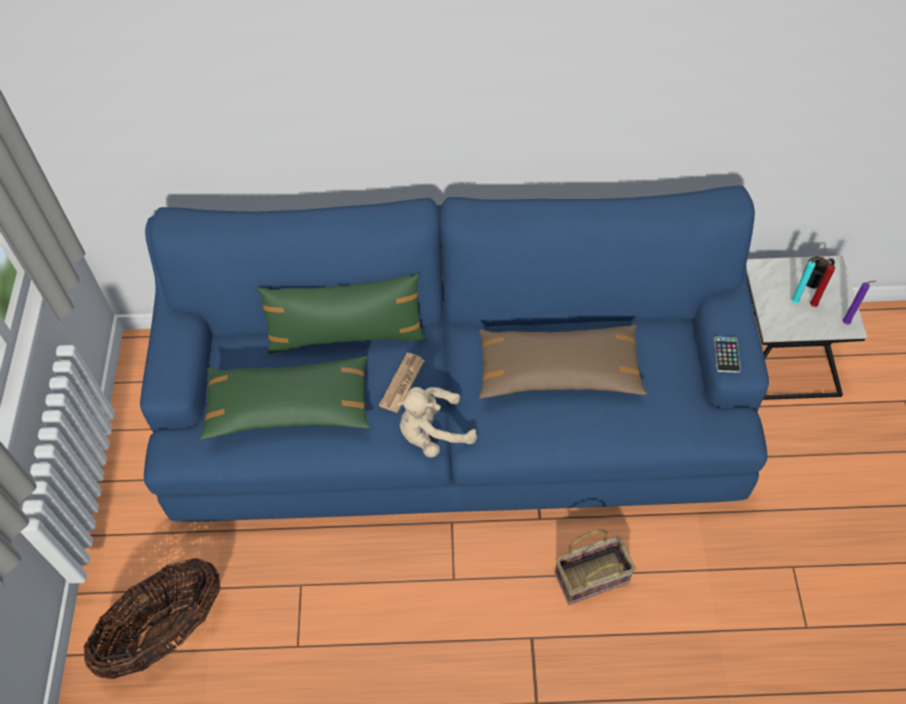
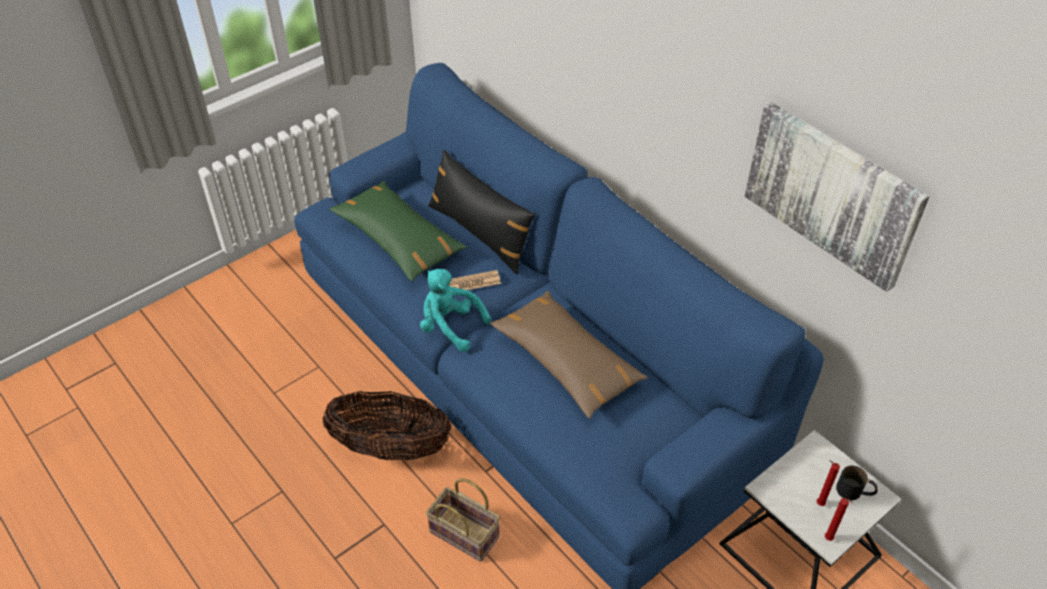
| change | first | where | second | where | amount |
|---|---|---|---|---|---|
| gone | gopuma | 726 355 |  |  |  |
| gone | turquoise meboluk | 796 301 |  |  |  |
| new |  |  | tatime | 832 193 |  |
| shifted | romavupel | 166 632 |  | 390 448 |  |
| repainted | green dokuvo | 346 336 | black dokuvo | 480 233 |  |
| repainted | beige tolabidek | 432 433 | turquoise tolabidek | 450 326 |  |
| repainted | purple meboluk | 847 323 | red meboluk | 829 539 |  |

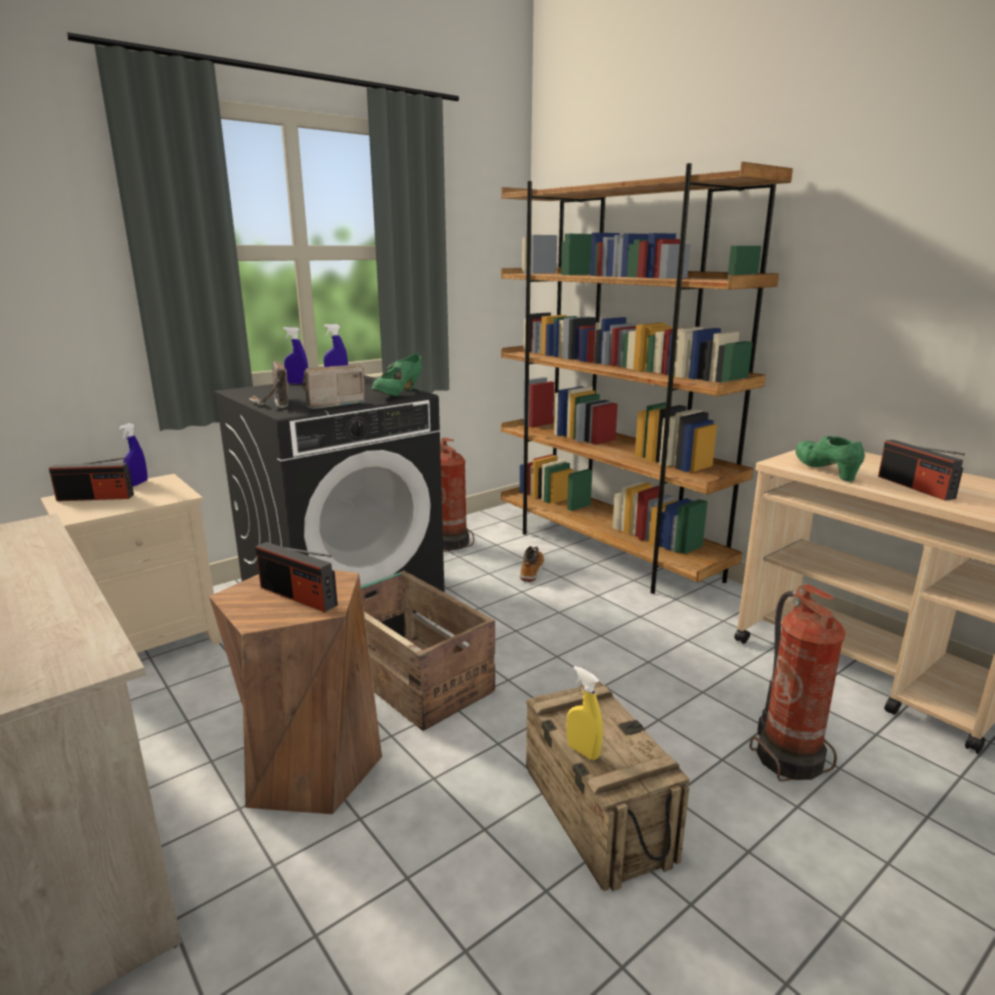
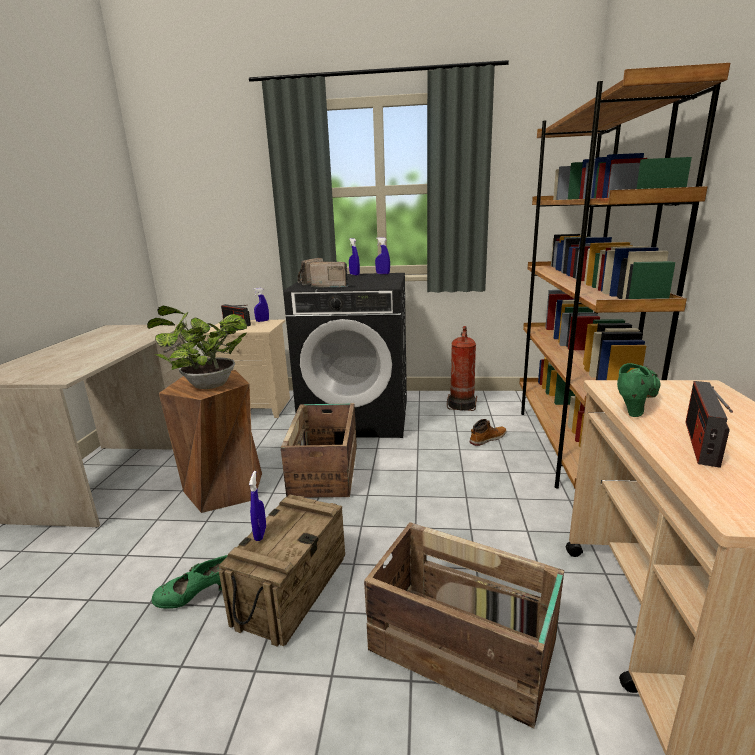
| change | first | where | second | where | amount |
|---|---|---|---|---|---|
| shifted | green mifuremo | 398 394 |  | 197 596 |  |
| swapped | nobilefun | 298 596 | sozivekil | 206 385 |  |
| swapped | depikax | 788 756 | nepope | 464 648 |  |
| repainted | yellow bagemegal | 583 751 | blue bagemegal | 260 534 |  |

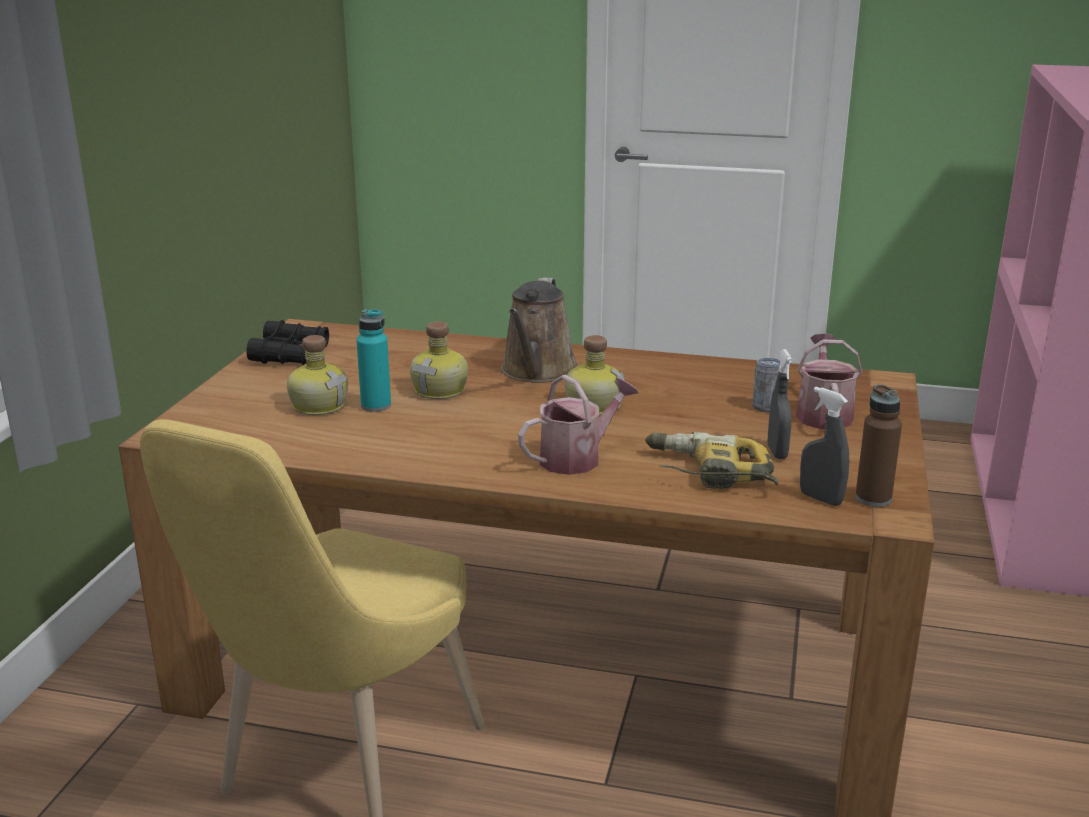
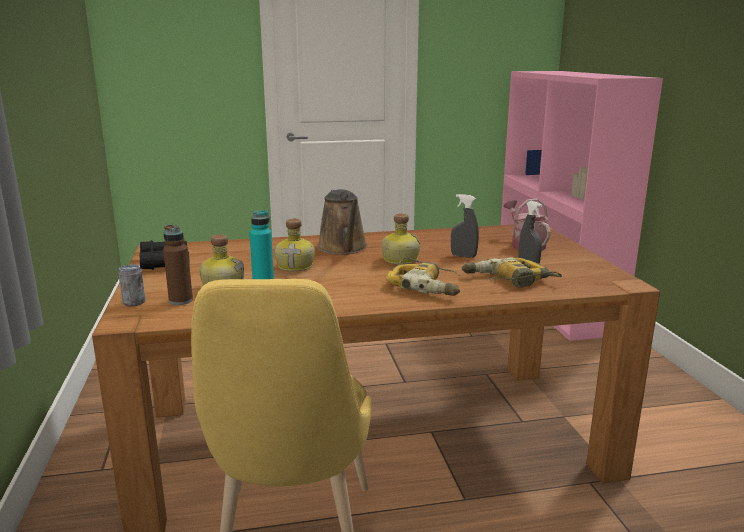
| change | first | where | second | where | amount |
|---|---|---|---|---|---|
| shifted | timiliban | 766 407 |  | 134 303 |  |
| shifted | grey bagemegal | 820 498 |  | 463 256 |  |
| shifted | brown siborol | 873 498 |  | 181 301 |  |
| swapped | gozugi | 577 458 | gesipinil | 426 286 |  |

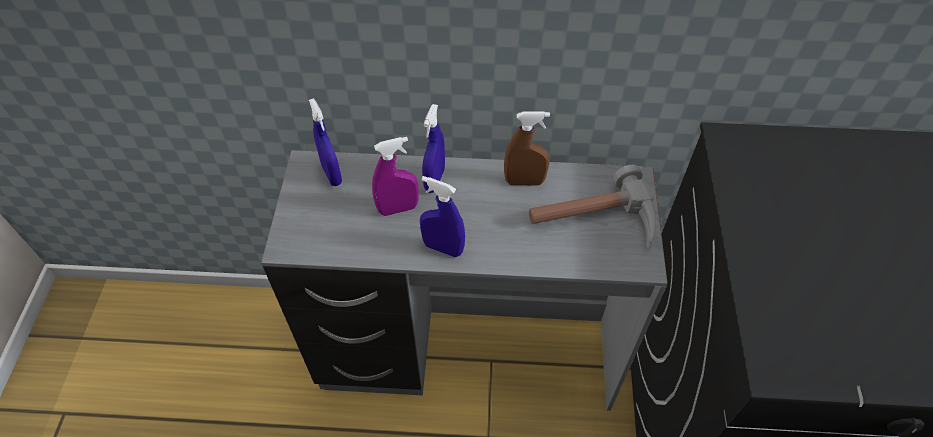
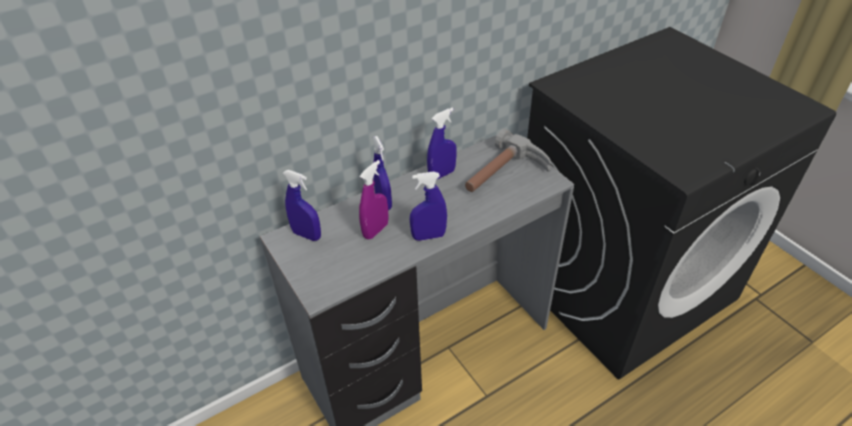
| change | first | where | second | where | amount |
|---|---|---|---|---|---|
| repainted | brown bagemegal | 524 181 | blue bagemegal | 442 174 |  |

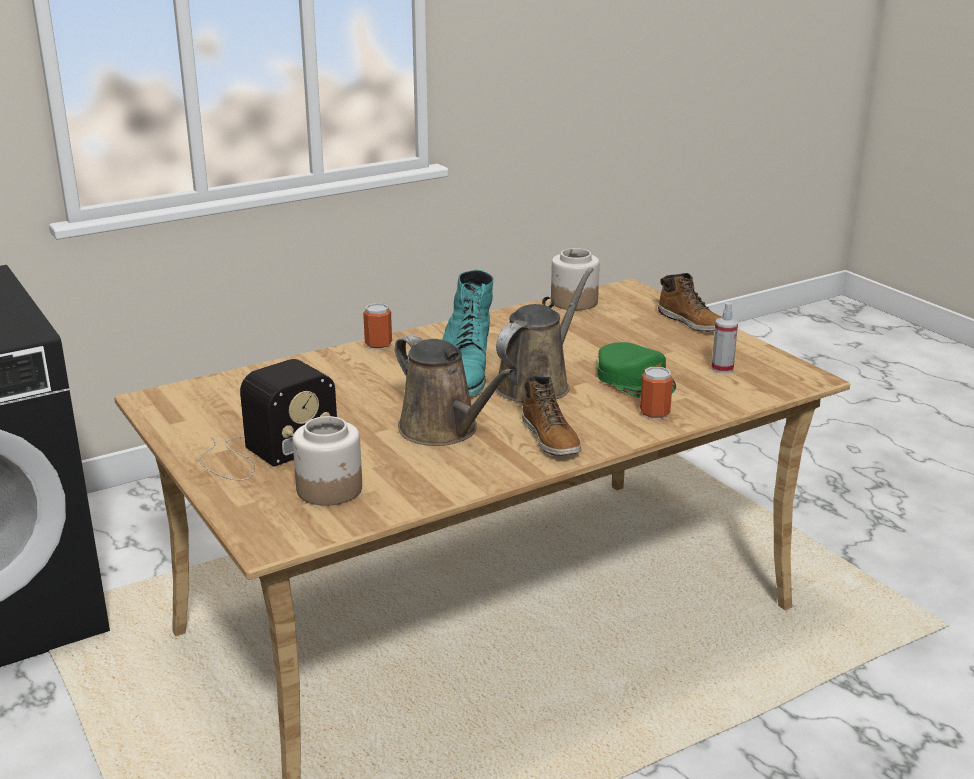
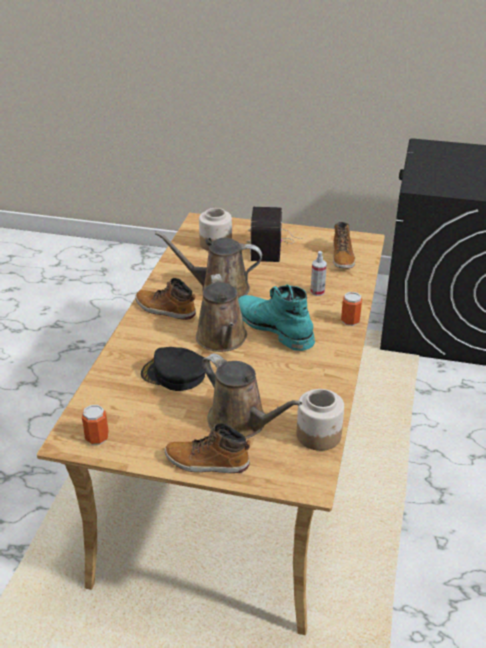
| change | first | where | second | where | amount |
|---|---|---|---|---|---|
| new |  |  | brown gozugi | 241 423 |  |
| new |  |  | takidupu | 343 257 |  |
| shifted | timiliban | 654 413 |  | 97 437 |  |
| shifted | bagemegal | 722 369 |  | 317 292 |  |
| repainted | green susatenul | 635 379 | black susatenul | 174 374 |  |

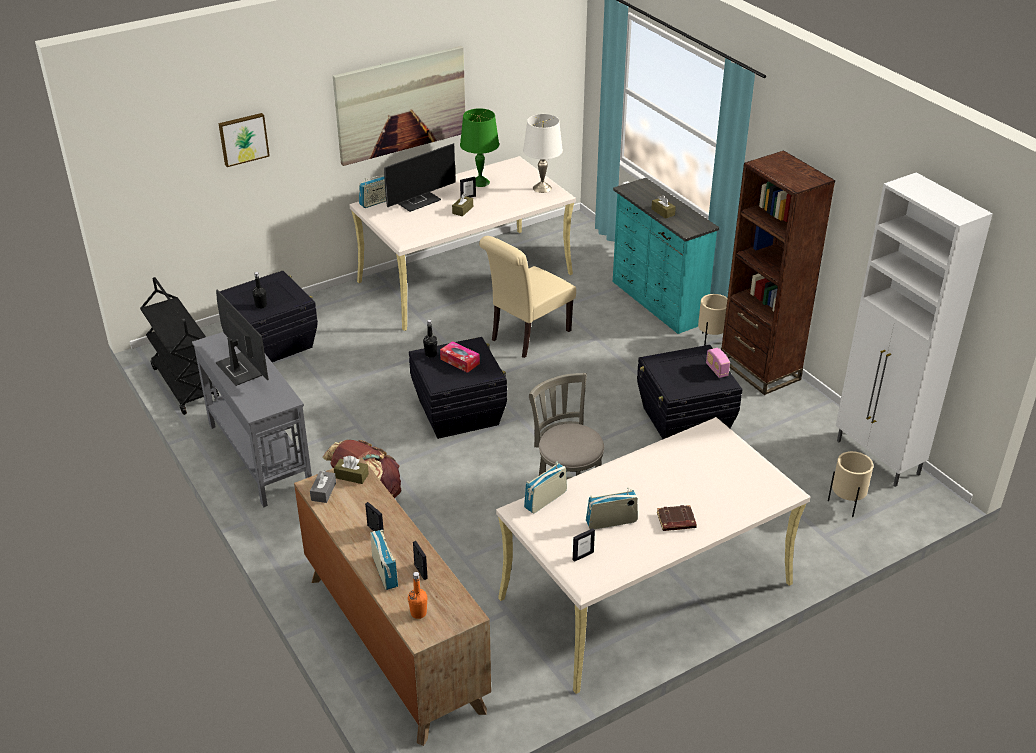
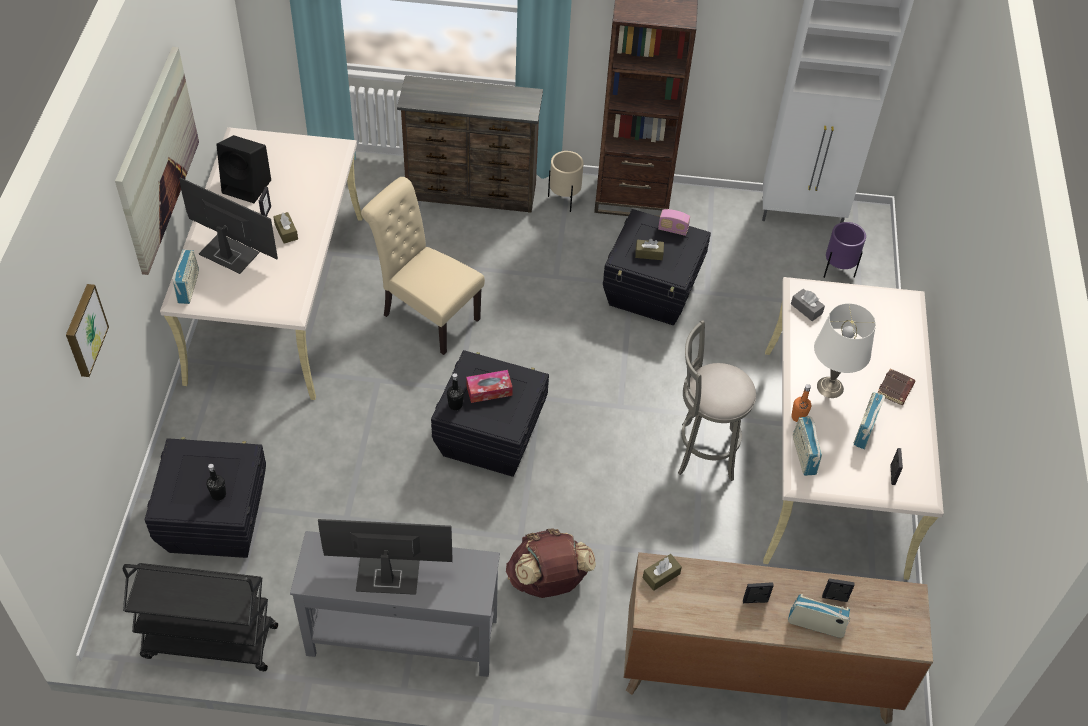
| change | first | where | second | where | amount |
|---|---|---|---|---|---|
| shifted | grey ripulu | 323 491 |  | 806 309 |  |
| shifted | orange siborol | 418 613 |  | 798 417 |  |
| shifted | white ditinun | 542 188 |  | 829 387 |  |
| shifted | brown ripulu | 663 212 |  | 649 253 |  |
| swapped | green ditinun | 480 182 | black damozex | 248 186 |  |
| repainted | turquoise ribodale | 657 302 | brown ribodale | 472 193 |  |
| repainted | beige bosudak | 846 505 | purple bosudak | 837 271 |  |
| rotated | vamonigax | 419 201 |  | 228 254 | 60 degrees counterclockwise |
| rotated | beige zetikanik | 527 337 |  | 426 314 | 135 degrees clockwise |

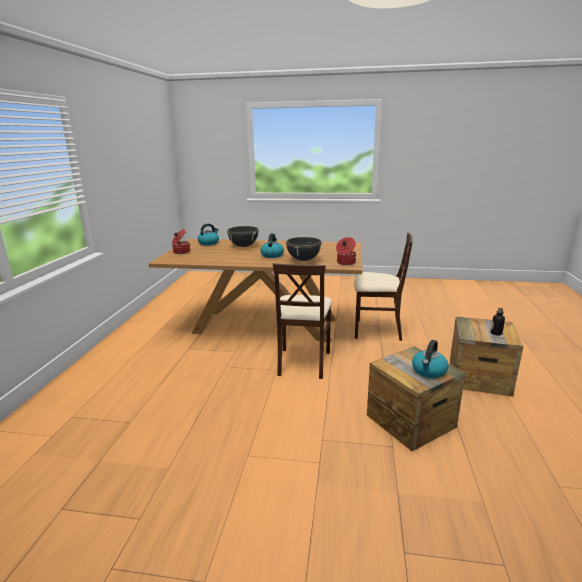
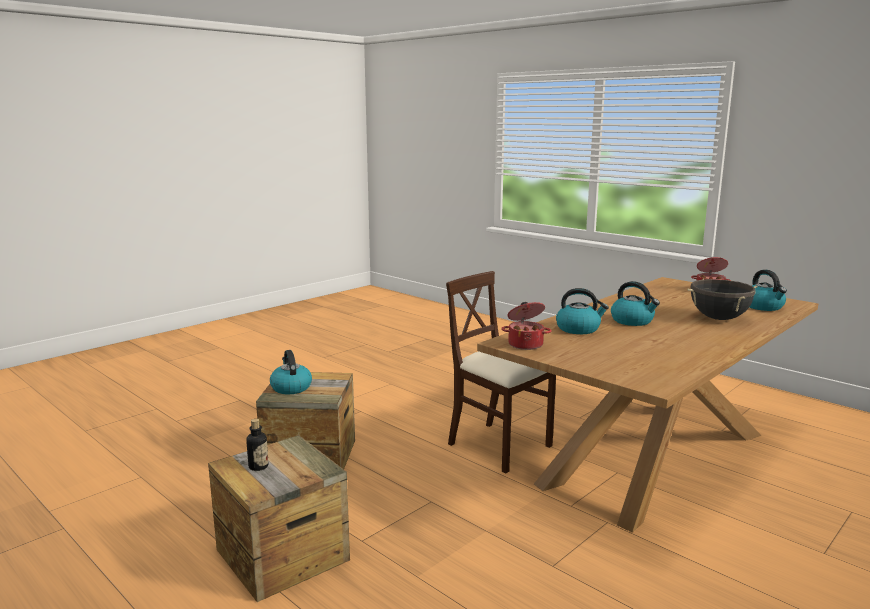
| change | first | where | second | where | amount |
|---|---|---|---|---|---|
| gone | beige zetikanik | 377 330 |  |  |  |
| swapped | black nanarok | 303 260 | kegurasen | 578 329 |  |

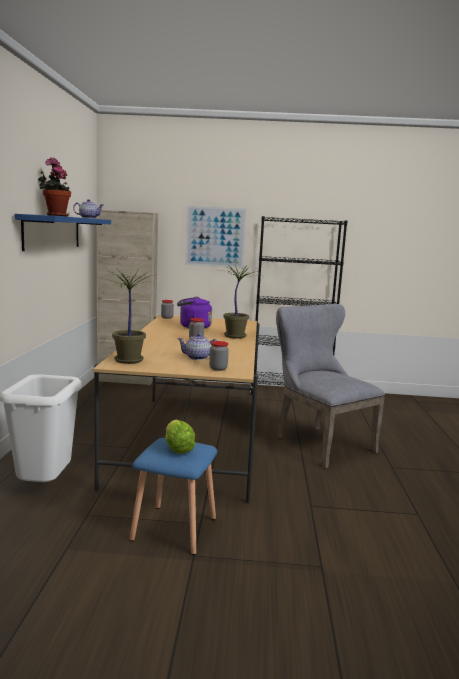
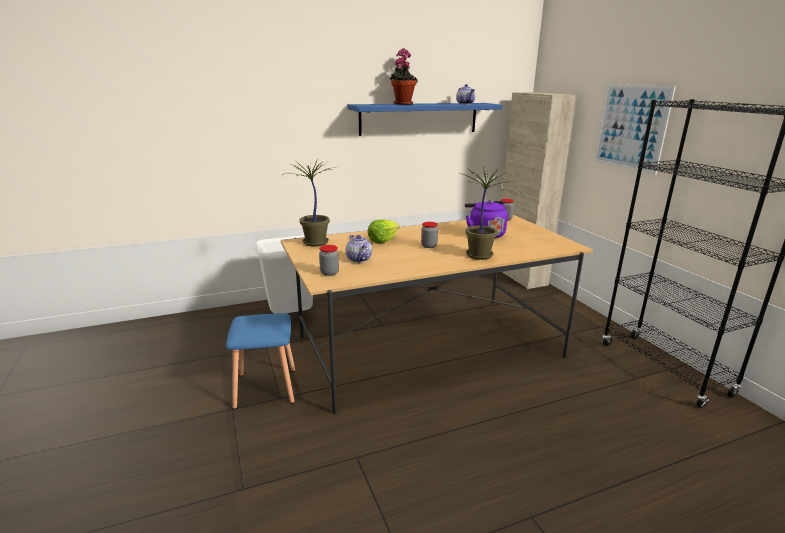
| change | first | where | second | where | amount |
|---|---|---|---|---|---|
| gone | grey zetikanik | 318 442 |  |  |  |
| shifted | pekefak | 178 449 |  | 382 241 |  |

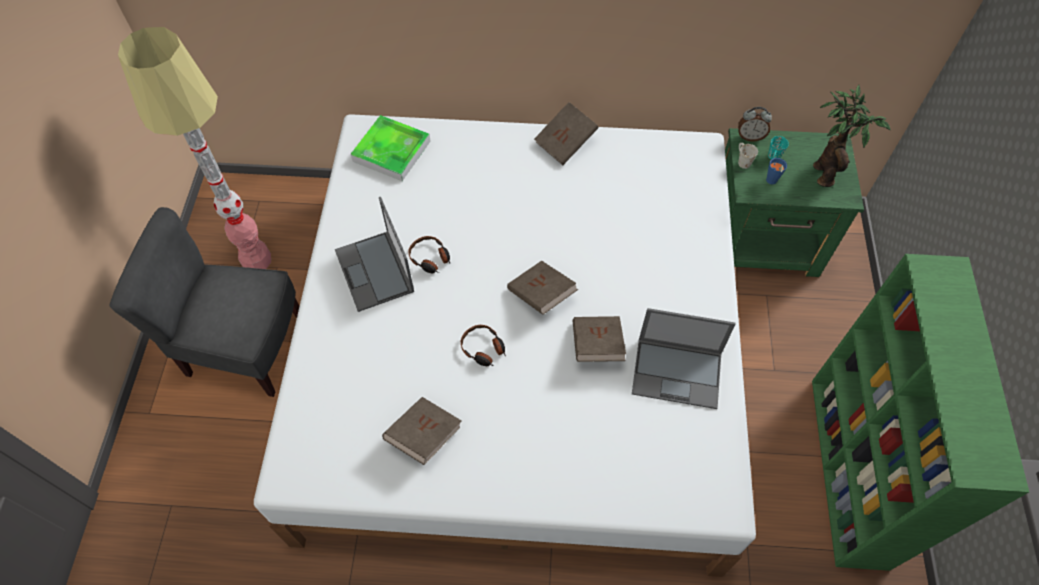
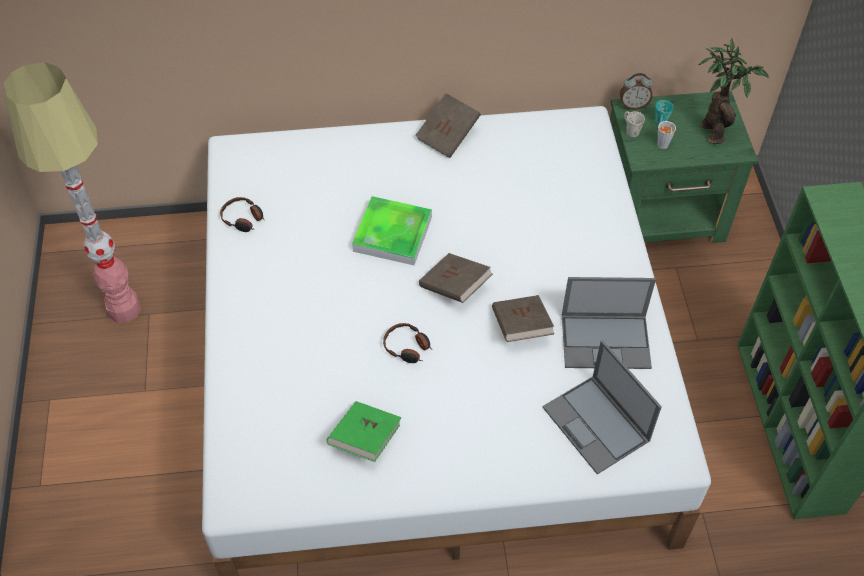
| change | first | where | second | where | amount |
|---|---|---|---|---|---|
| gone | grey zetikanik | 244 347 |  |  |  |
| shifted | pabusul | 375 271 |  | 597 425 |  |
| shifted | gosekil | 391 151 |  | 392 234 |  |
| shifted | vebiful | 430 258 |  | 243 219 |  |
| repainted | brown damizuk | 424 435 | green damizuk | 365 439 |  |
| repainted | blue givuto | 771 182 | grey givuto | 662 146 |  |

